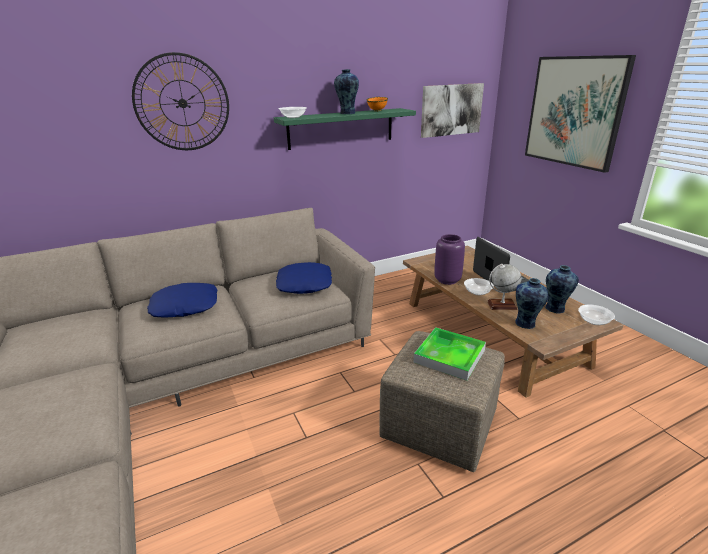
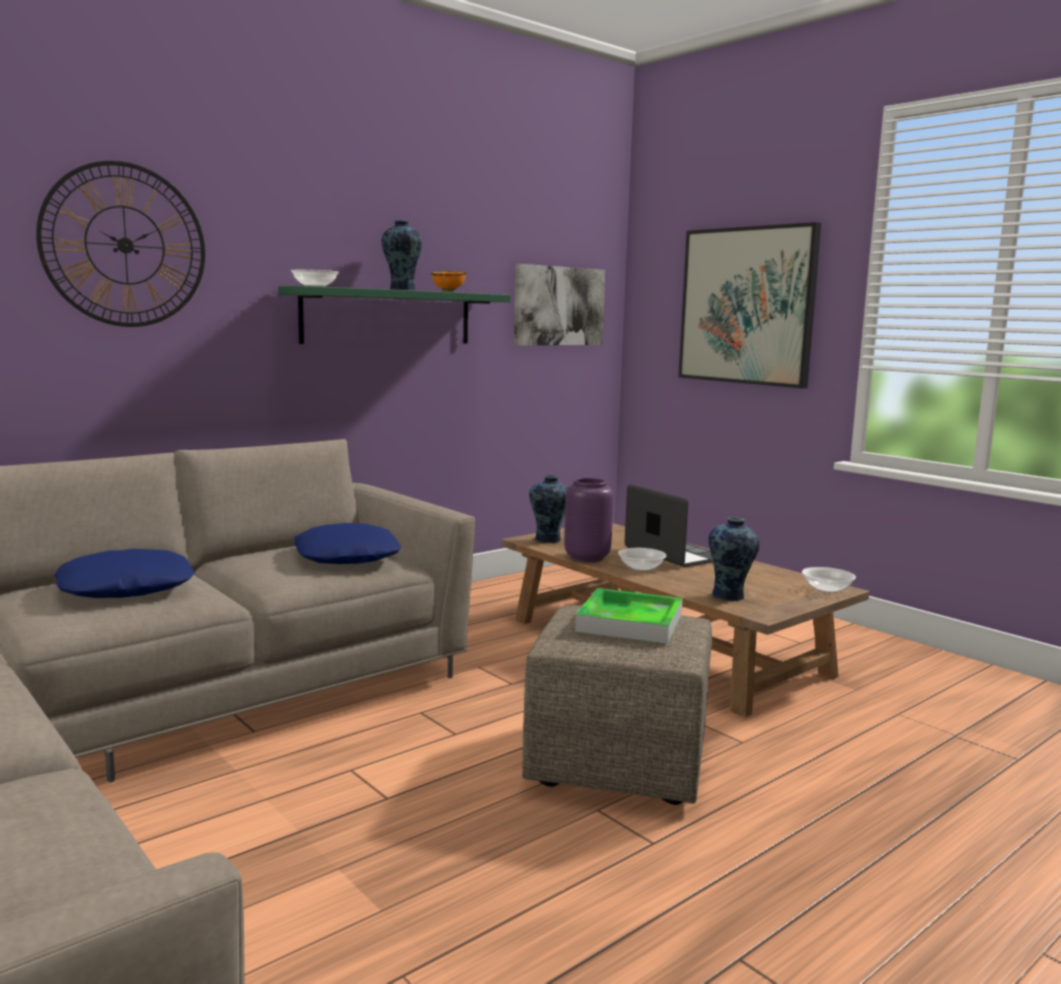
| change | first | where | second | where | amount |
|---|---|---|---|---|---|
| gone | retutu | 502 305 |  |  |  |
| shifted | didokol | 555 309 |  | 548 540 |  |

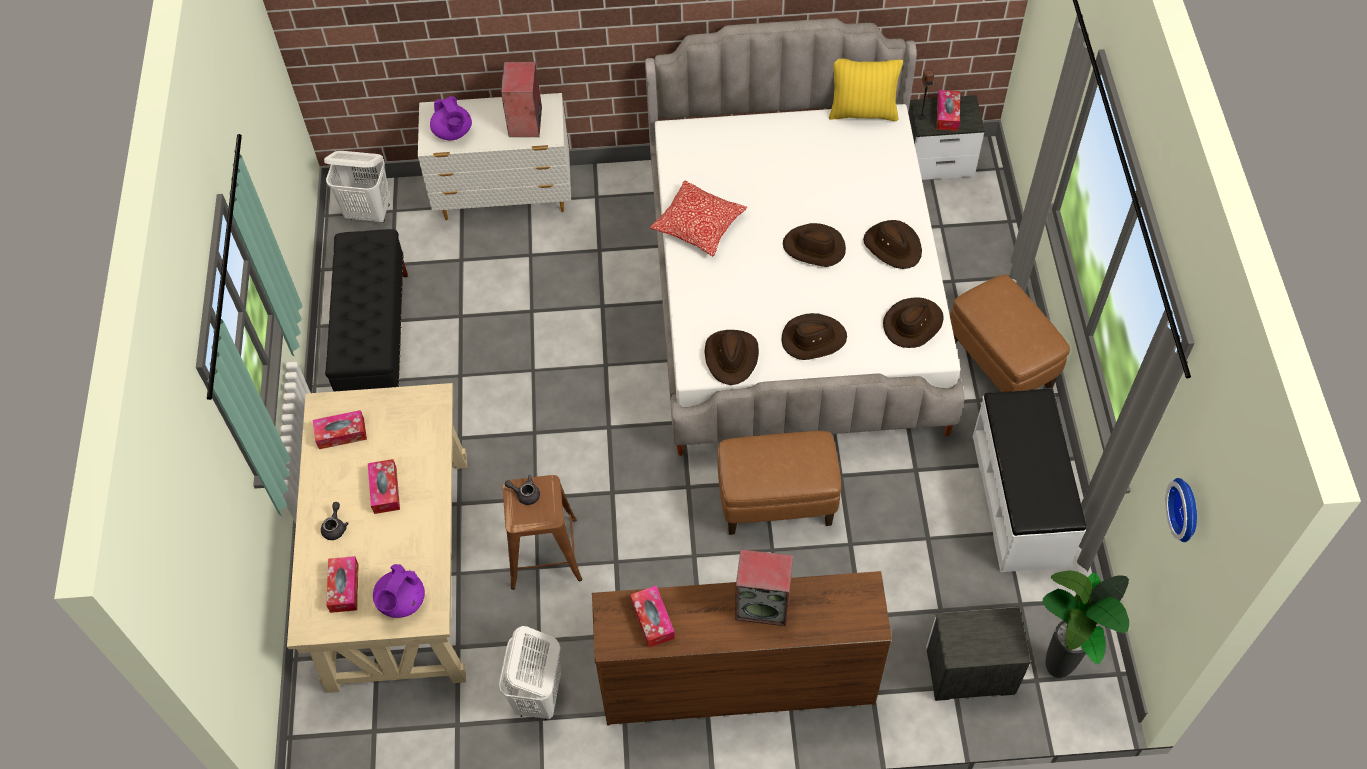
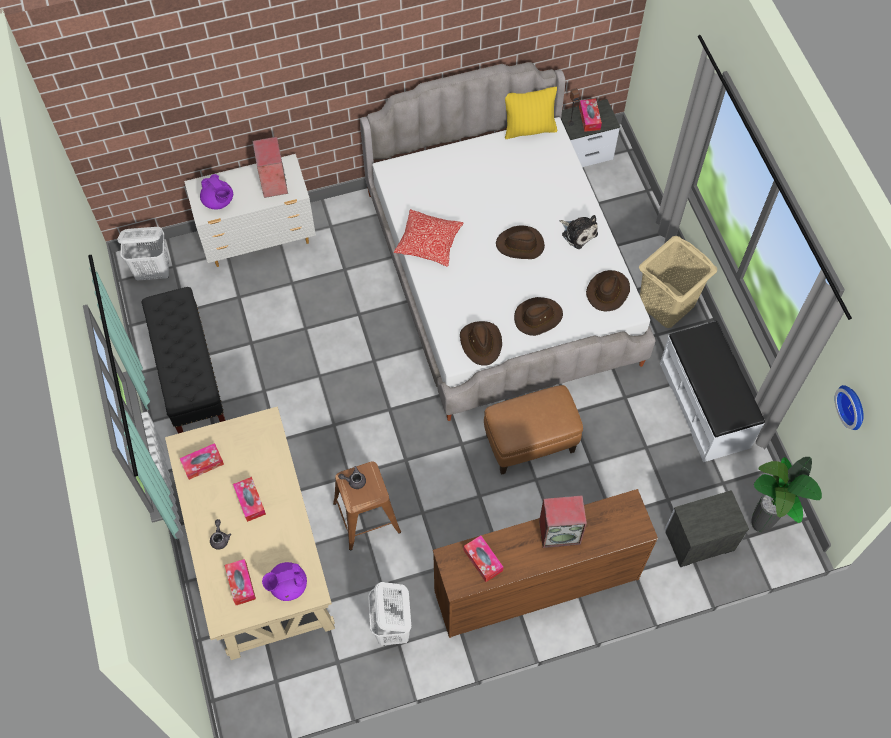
| change | first | where | second | where | amount |
|---|---|---|---|---|---|
| swapped | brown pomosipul | 893 246 | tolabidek | 578 233 |  |
| swapped | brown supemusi | 999 365 | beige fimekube | 665 304 |  |
| rotated | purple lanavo | 401 602 |  | 287 585 | 60 degrees clockwise |

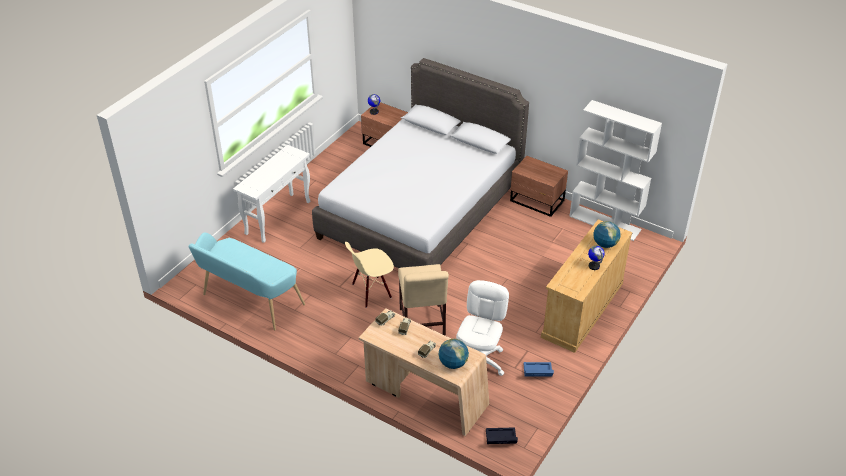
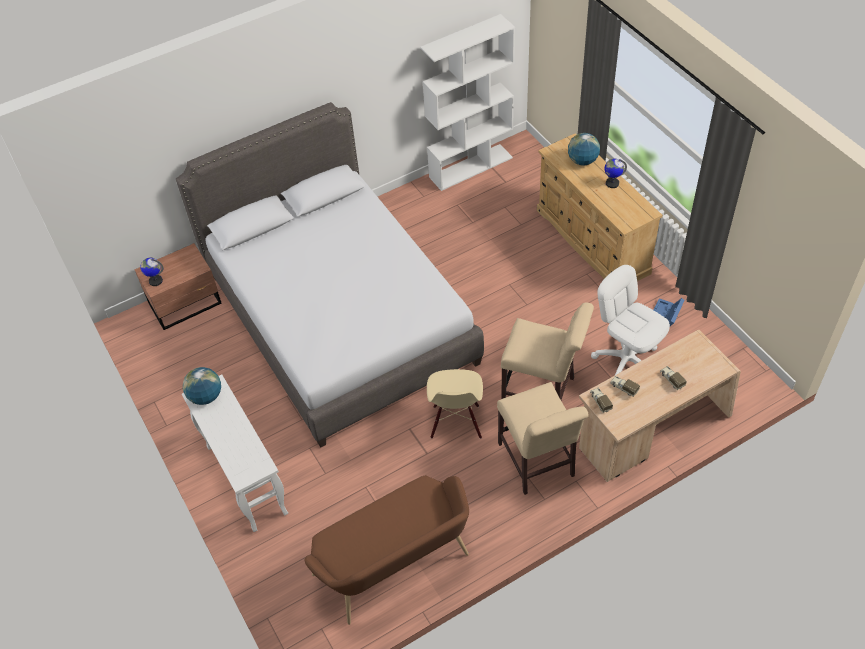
| change | first | where | second | where | amount |
|---|---|---|---|---|---|
| gone | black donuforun | 500 439 |  |  |  |
| gone | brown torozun | 537 201 |  |  |  |
| new |  |  | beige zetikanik | 537 463 |  |
| shifted | retutu | 453 363 |  | 206 396 |  |
| repainted | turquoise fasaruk | 249 301 | brown fasaruk | 396 569 |  |

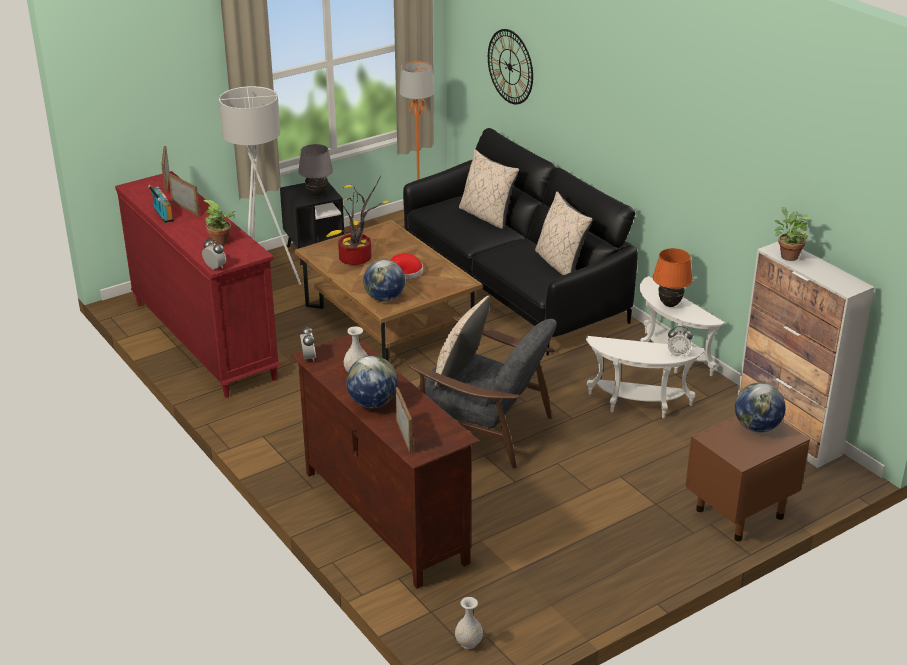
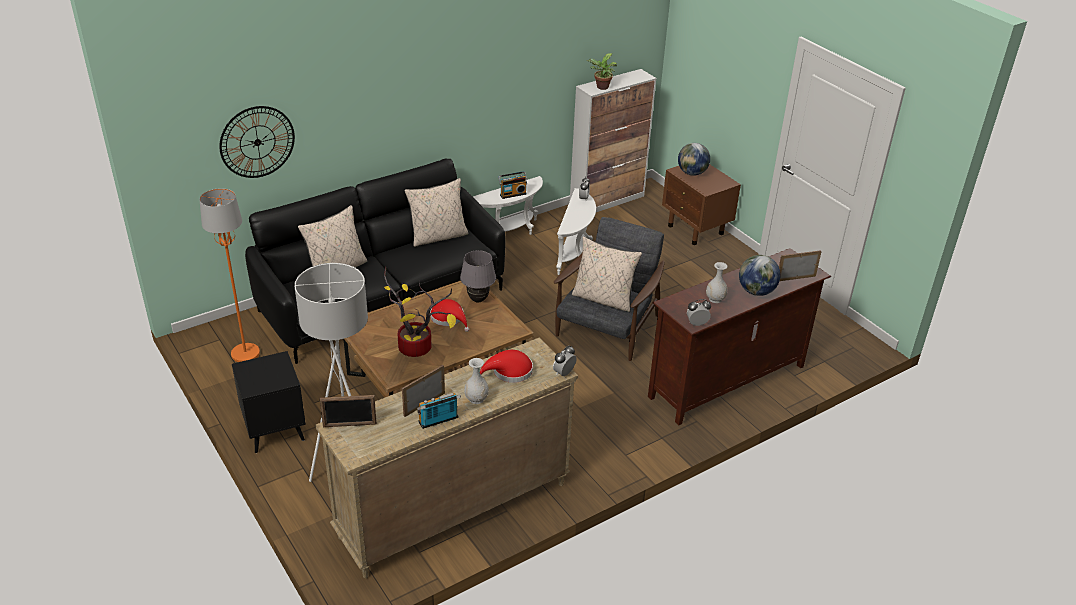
| change | first | where | second | where | amount |
|---|---|---|---|---|---|
| gone | retutu | 384 298 |  |  |  |
| shifted | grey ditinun | 317 195 |  | 478 300 |  |
| shifted | white didokol | 469 643 |  | 476 399 |  |
| swapped | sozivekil | 222 242 | red pomosipul | 509 372 |  |
| swapped | orange ditinun | 670 304 | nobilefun | 512 194 |  |
| repainted | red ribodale | 203 340 | beige ribodale | 453 510 |  |

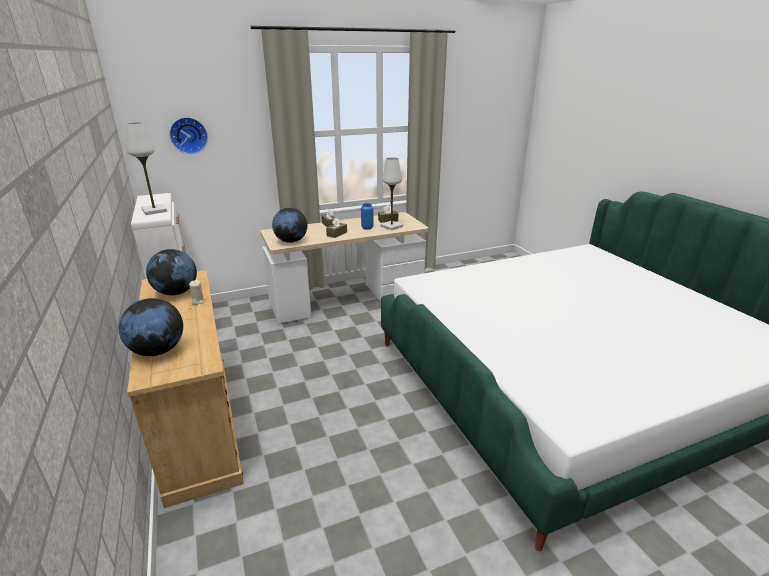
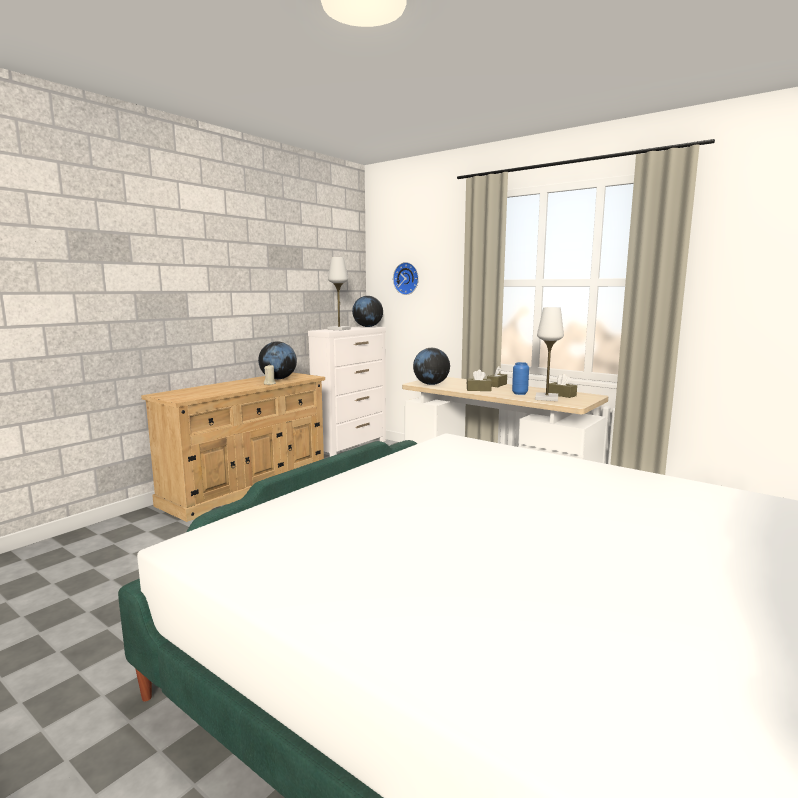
| change | first | where | second | where | amount |
|---|---|---|---|---|---|
| shifted | retutu | 158 351 |  | 367 326 |  |

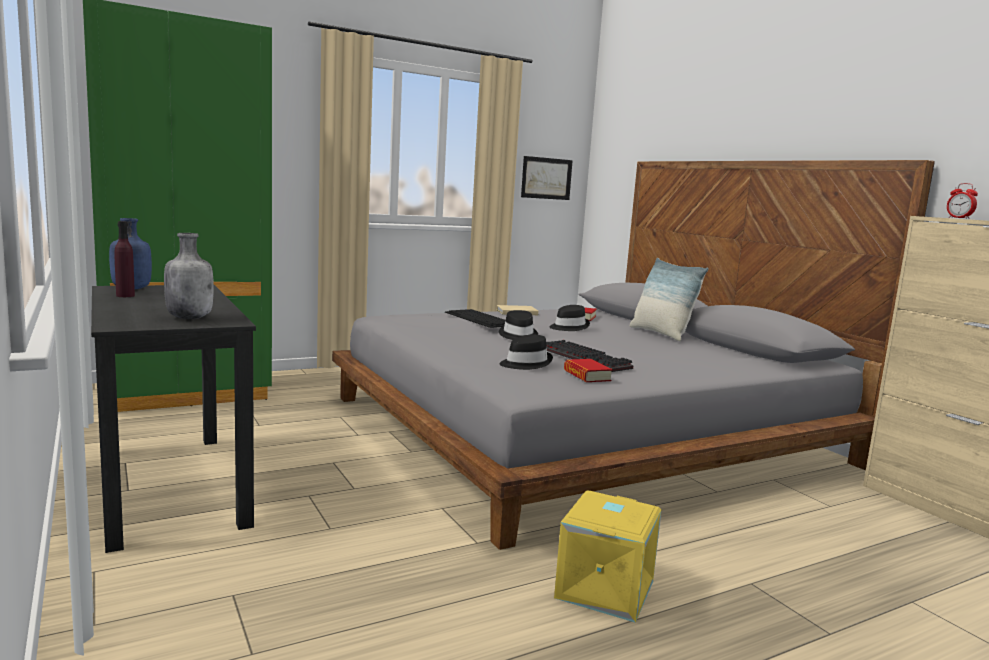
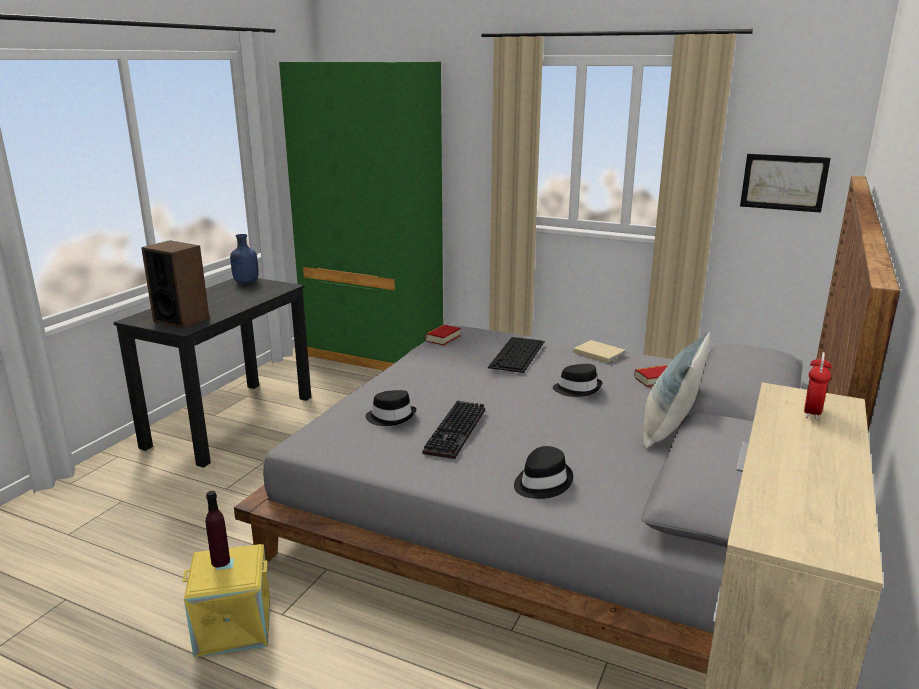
| change | first | where | second | where | amount |
|---|---|---|---|---|---|
| shifted | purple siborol | 125 296 |  | 220 561 |  |
| shifted | black pomosipul | 518 335 |  | 541 482 |  |
| shifted | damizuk | 587 375 |  | 443 338 |  |
| swapped | grey siborol | 190 318 | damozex | 181 320 |  |

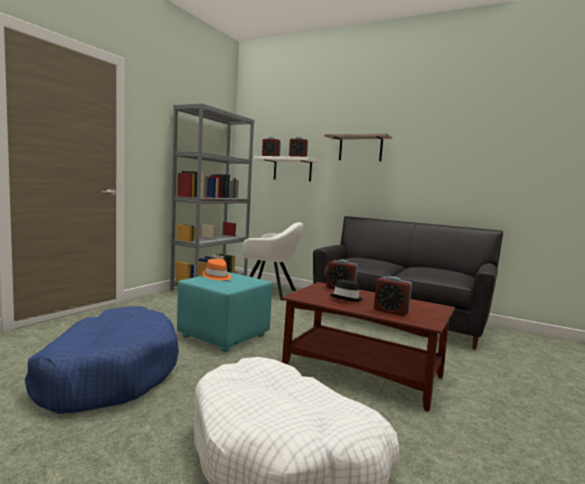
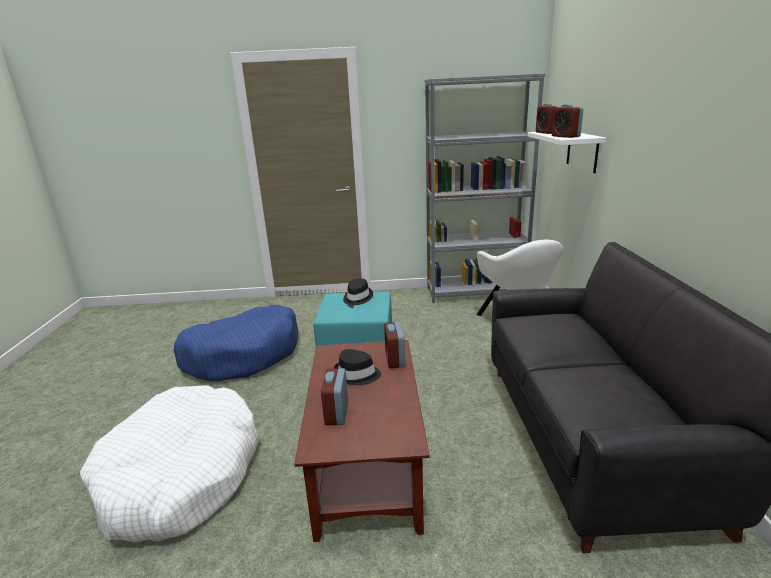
| change | first | where | second | where | amount |
|---|---|---|---|---|---|
| gone | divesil | 360 148 |  |  |  |
| repainted | orange pomosipul | 217 276 | black pomosipul | 357 298 |  |

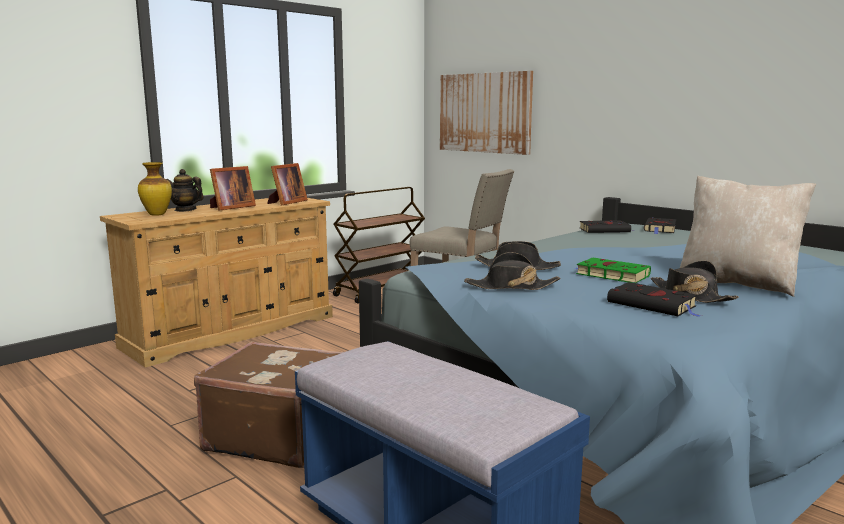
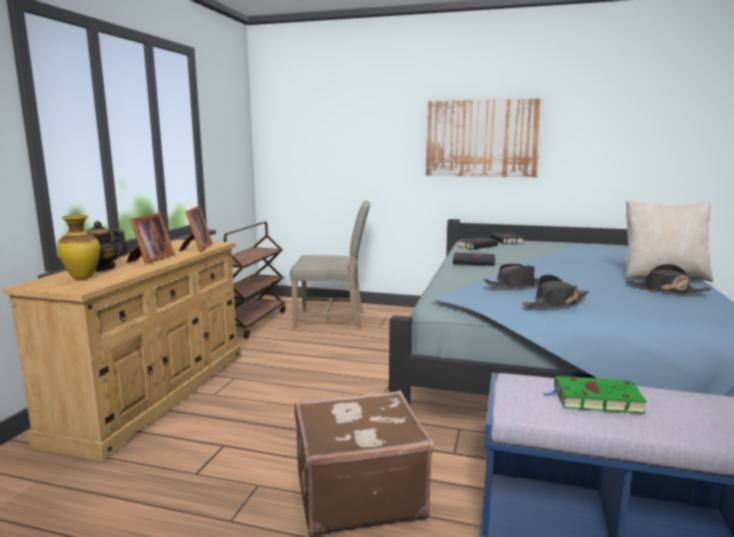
| change | first | where | second | where | amount |
|---|---|---|---|---|---|
| shifted | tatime | 484 113 |  | 482 138 |  |
| shifted | green damizuk | 610 275 |  | 594 399 |  |
| shifted | black damizuk | 653 305 |  | 475 262 |  |

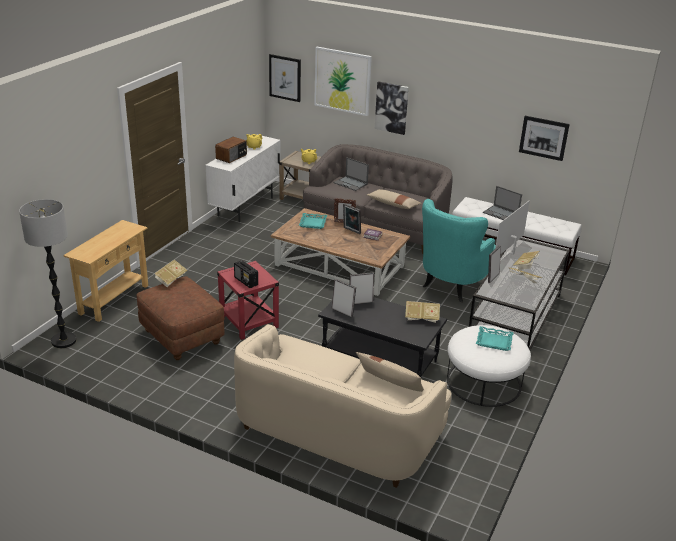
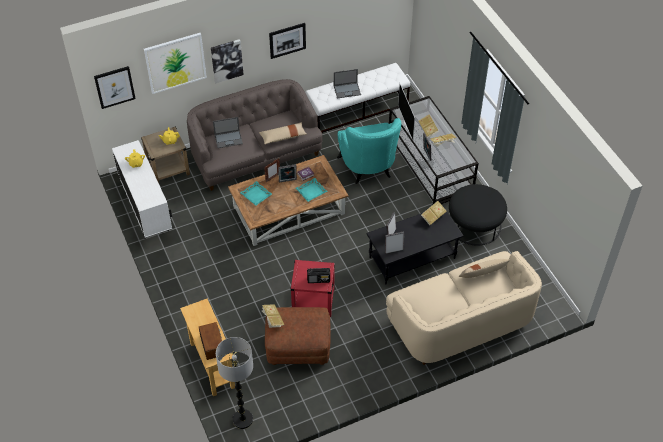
| change | first | where | second | where | amount |
|---|---|---|---|---|---|
| shifted | nobilefun | 232 157 |  | 212 345 |  |
| shifted | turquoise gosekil | 494 341 |  | 311 192 |  |
| shifted | tatime | 543 138 |  | 287 40 |  |
| repainted | white supemusi | 484 382 | black supemusi | 475 224 |  |

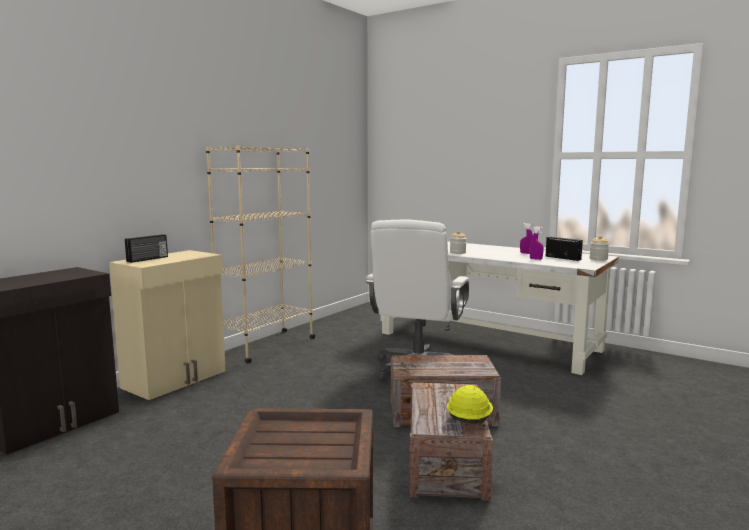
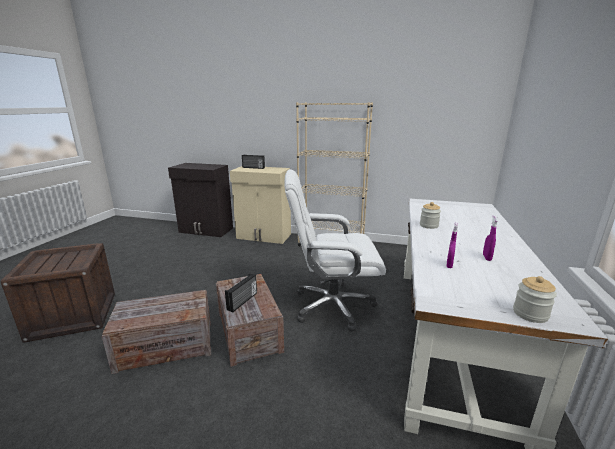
| change | first | where | second | where | amount |
|---|---|---|---|---|---|
| gone | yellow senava | 468 420 |  |  |  |
| shifted | nobilefun | 563 258 |  | 243 301 |  |

